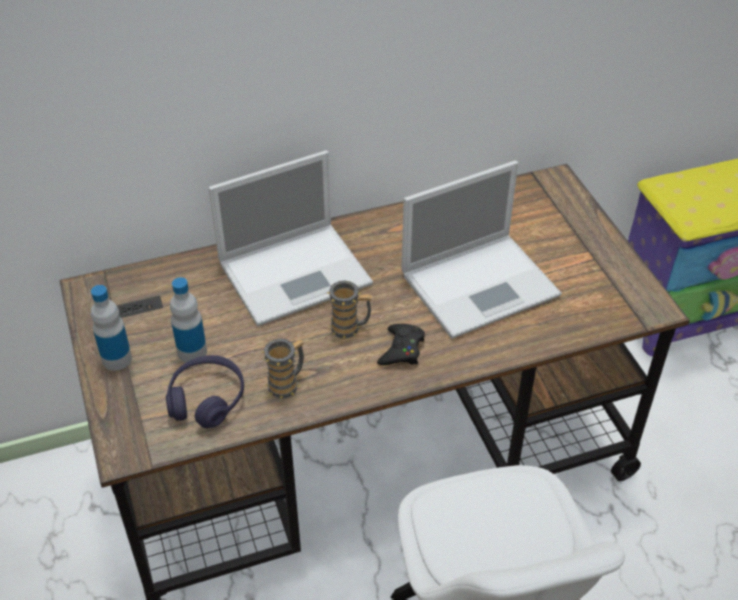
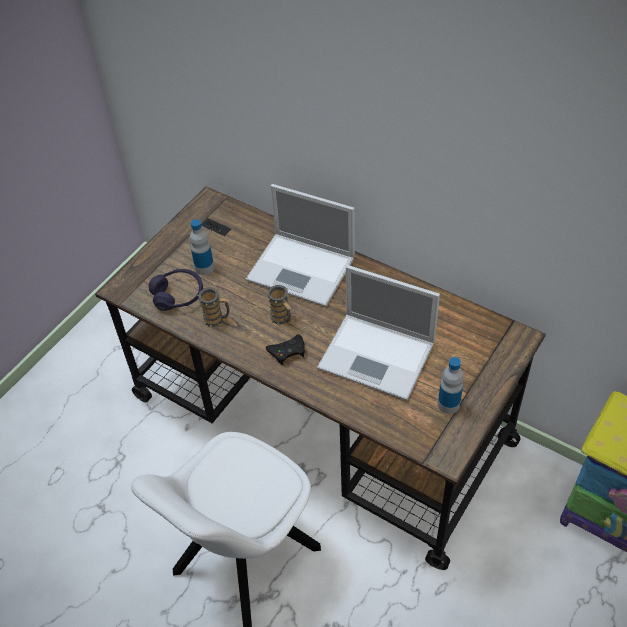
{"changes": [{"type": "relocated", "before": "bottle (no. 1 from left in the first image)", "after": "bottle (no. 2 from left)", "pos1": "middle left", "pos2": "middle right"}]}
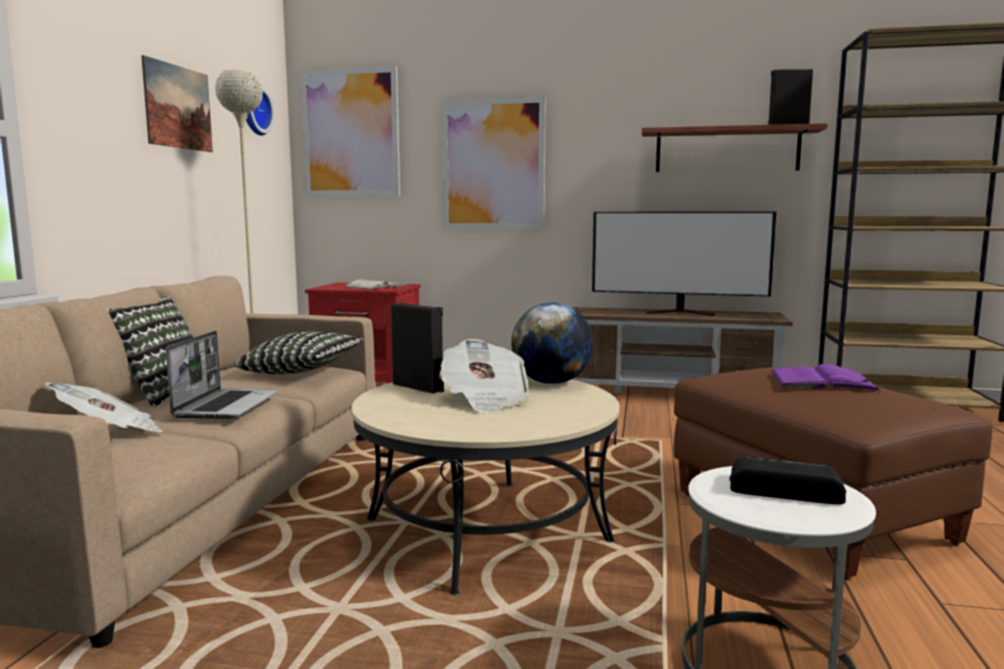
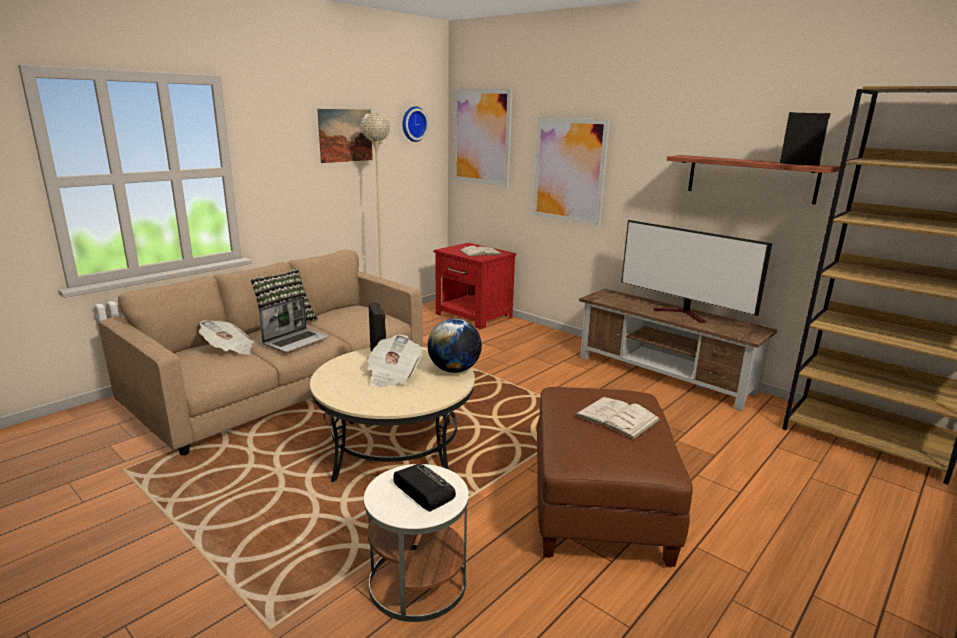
{"changes": [{"type": "missing", "before": "pillow (no. 2 from left)", "pos1": "middle left"}, {"type": "colour", "before": "book in purple", "after": "book in white (no. 2 from left)", "pos1": "middle right", "pos2": "centre"}]}
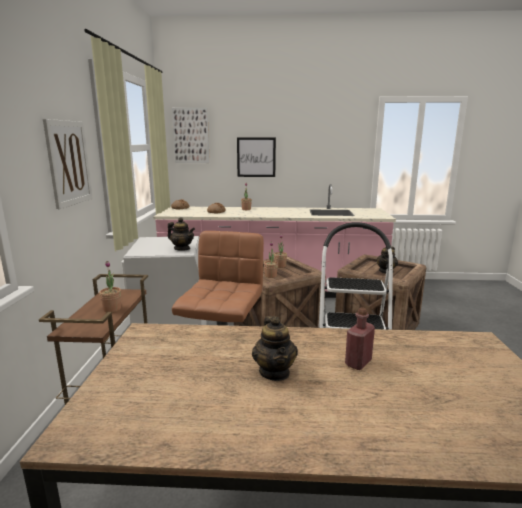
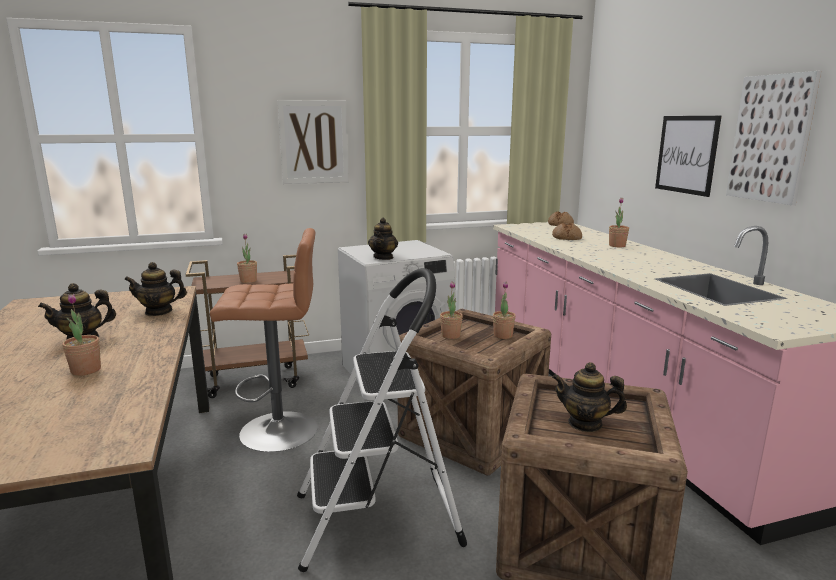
{"changes": [{"type": "relocated", "before": "picture (no. 2 from left in the first image)", "after": "picture (no. 3 from left)", "pos1": "top centre", "pos2": "top right"}, {"type": "exchanged", "before": "bottle in red", "after": "potted plant (no. 1 from left)", "pos1": "middle right", "pos2": "middle left"}, {"type": "appeared", "after": "teapot (no. 2 from left)", "pos2": "middle left"}]}
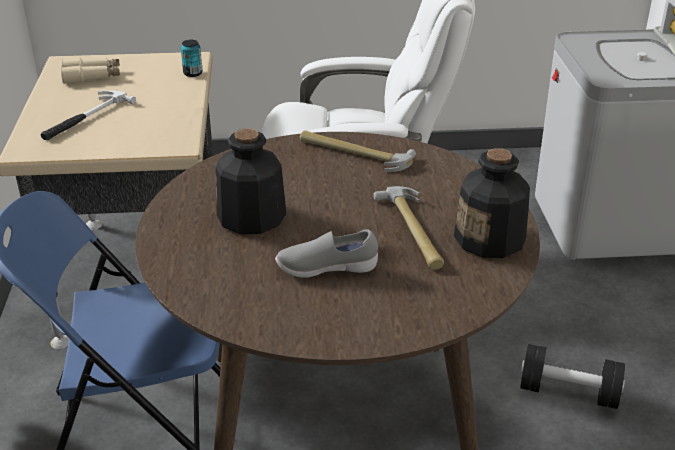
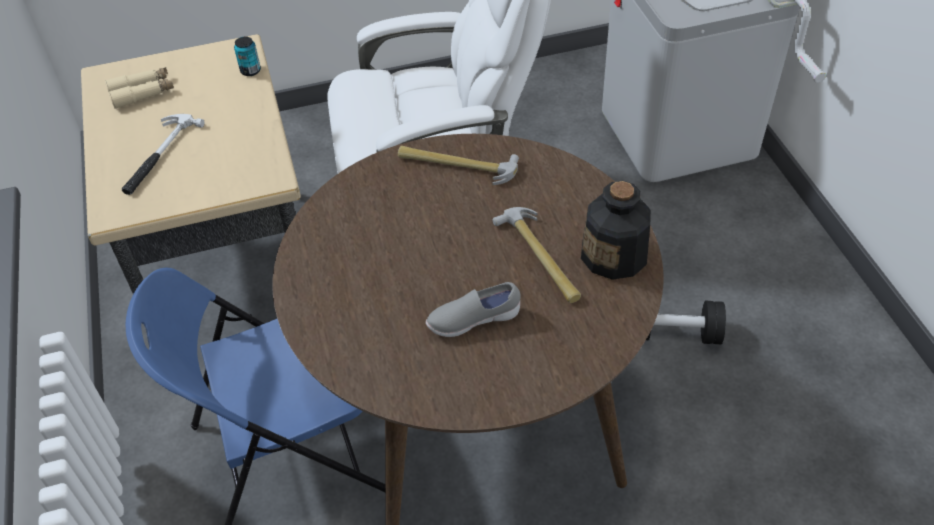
{"changes": [{"type": "missing", "before": "bottle (no. 1 from left)", "pos1": "centre"}]}
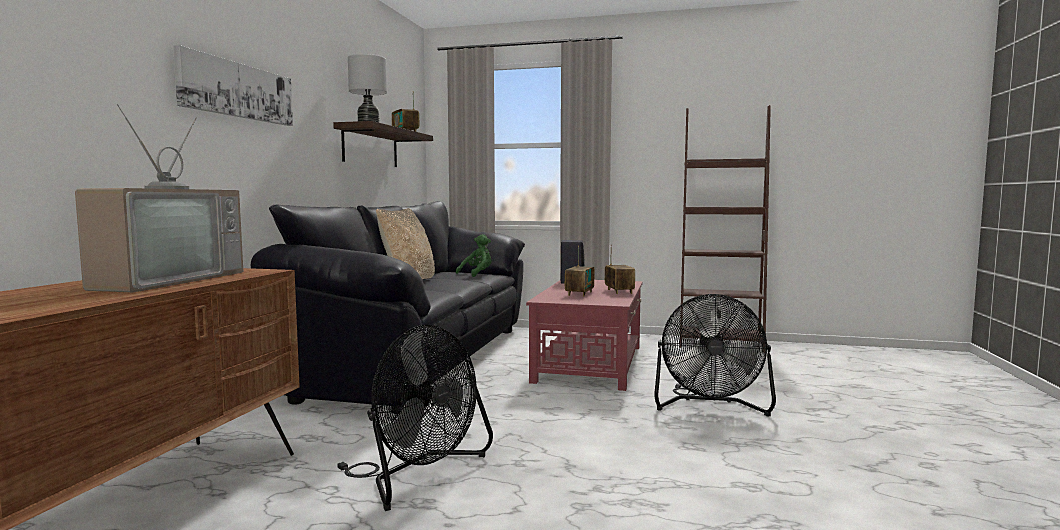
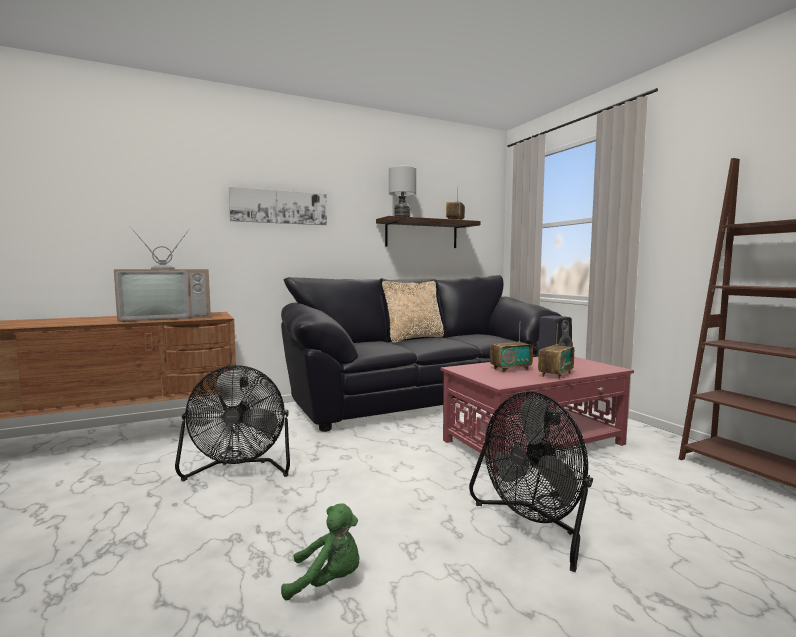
{"changes": [{"type": "relocated", "before": "plush toy in green", "pos1": "centre", "pos2": "bottom centre"}]}
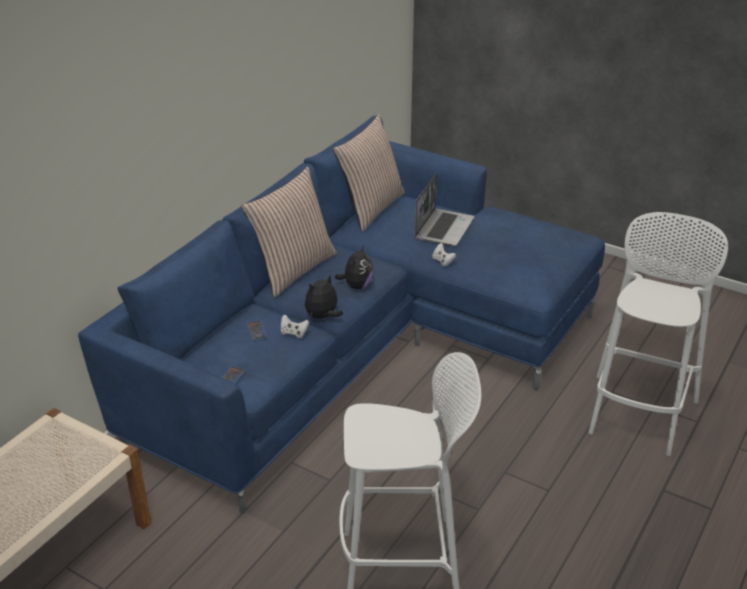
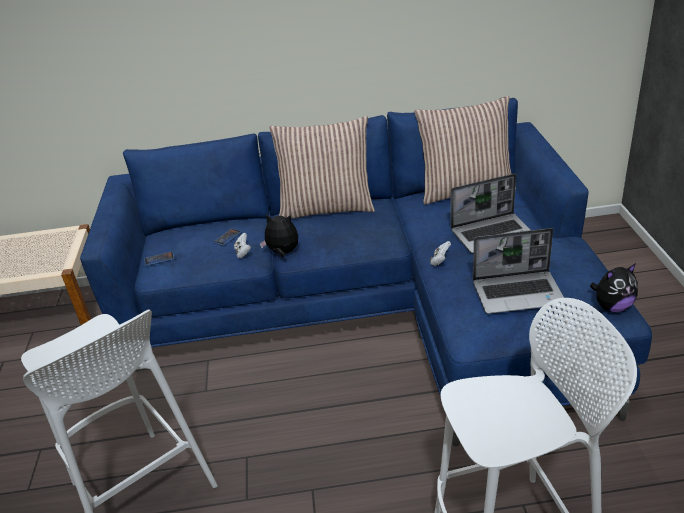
{"changes": [{"type": "relocated", "before": "plush toy (no. 2 from left)", "pos1": "centre", "pos2": "middle right"}, {"type": "appeared", "after": "laptop (no. 2 from left)", "pos2": "middle right"}]}
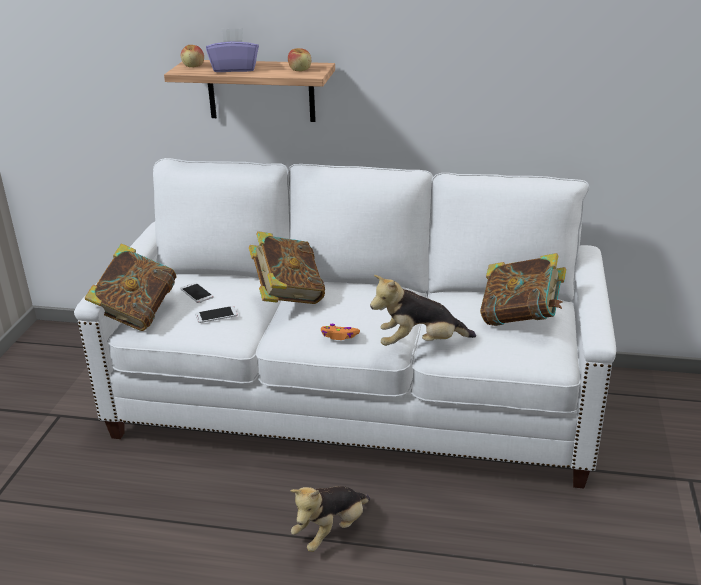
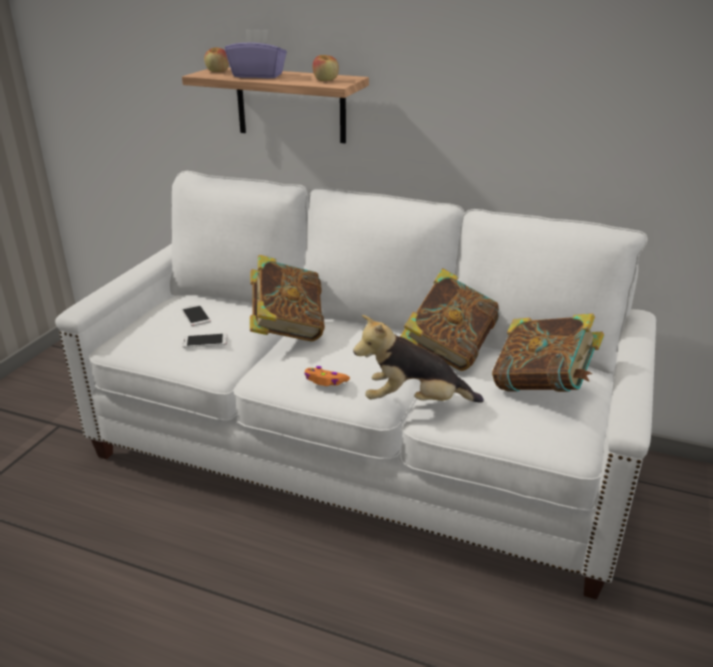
{"changes": [{"type": "relocated", "before": "book (no. 1 from left in the first image)", "after": "book (no. 2 from left)", "pos1": "middle left", "pos2": "centre"}, {"type": "missing", "before": "plush toy (no. 1 from left)", "pos1": "bottom centre"}]}
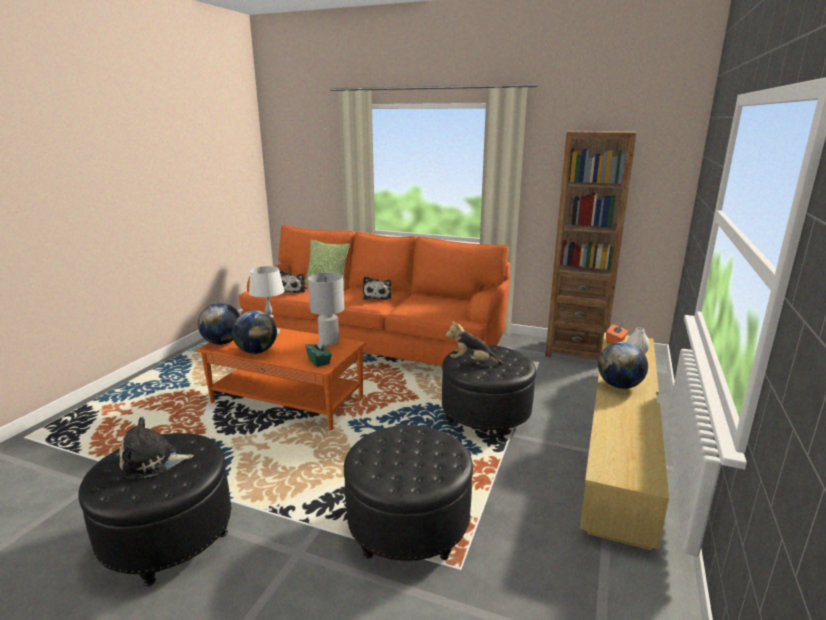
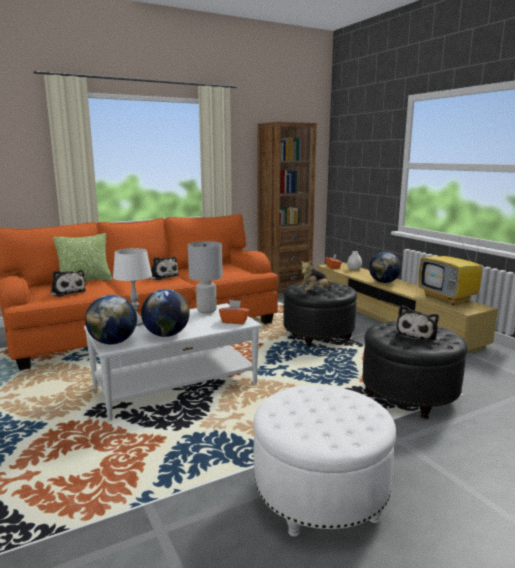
{"changes": [{"type": "colour", "before": "ottoman in black (no. 1 from left)", "after": "ottoman in white", "pos1": "bottom left", "pos2": "bottom centre"}, {"type": "relocated", "before": "plush toy (no. 1 from left in the first image)", "after": "plush toy (no. 4 from left)", "pos1": "bottom left", "pos2": "middle right"}, {"type": "colour", "before": "coffee table in orange", "after": "coffee table in white", "pos1": "centre", "pos2": "centre"}, {"type": "colour", "before": "tissue box in green", "after": "tissue box in orange (no. 1 from left)", "pos1": "centre", "pos2": "centre"}, {"type": "appeared", "after": "television", "pos2": "middle right"}]}
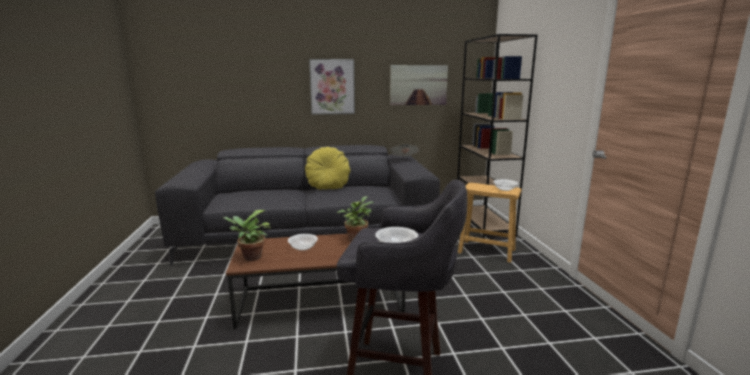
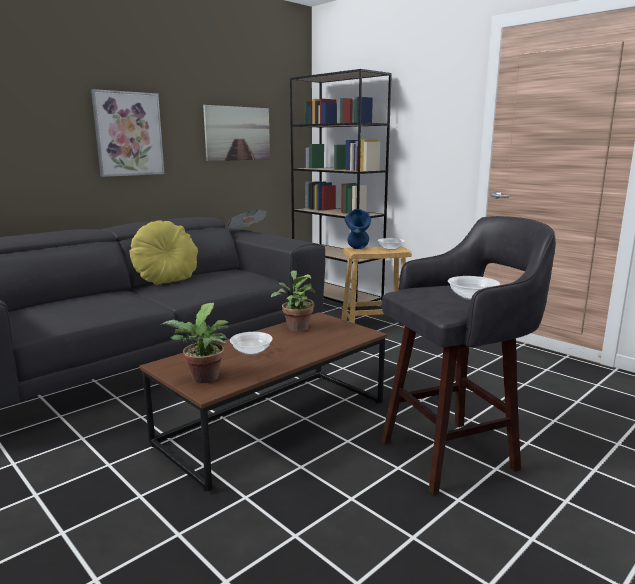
{"changes": [{"type": "appeared", "after": "vase in blue", "pos2": "centre"}]}
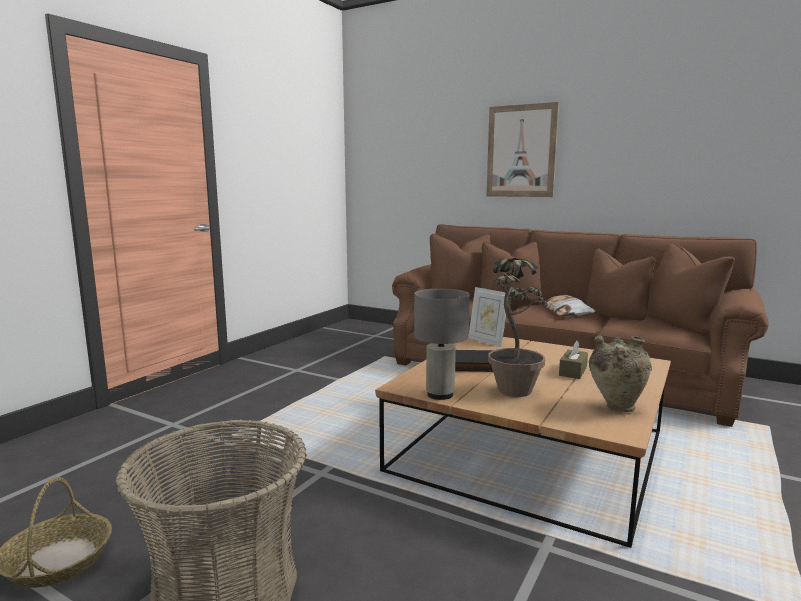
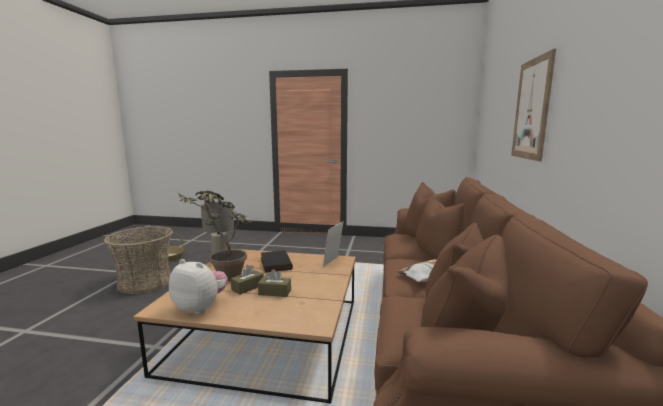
{"changes": [{"type": "exchanged", "before": "vase in beige", "after": "plush toy", "pos1": "middle right", "pos2": "bottom left"}, {"type": "appeared", "after": "tissue box in brown (no. 1 from left)", "pos2": "bottom centre"}]}
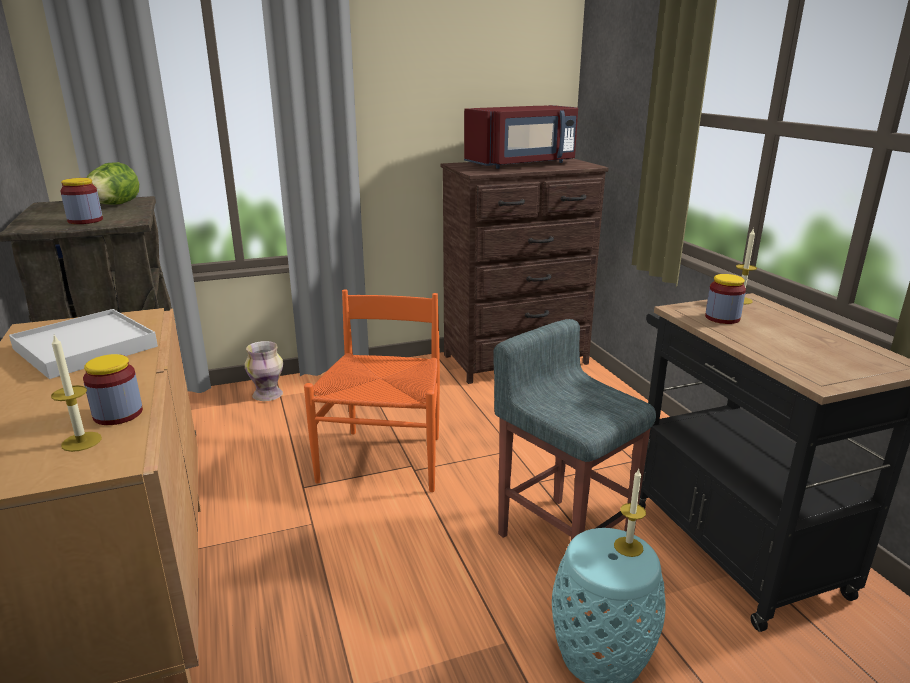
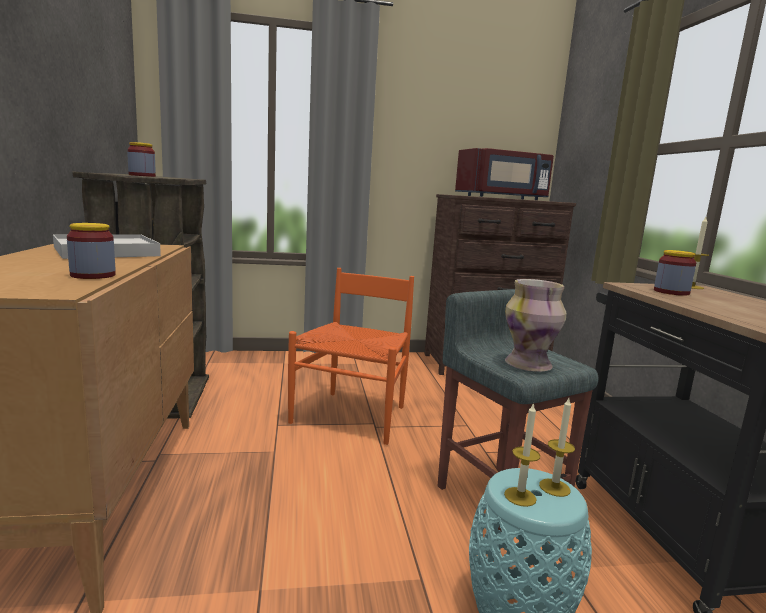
{"changes": [{"type": "relocated", "before": "candle (no. 1 from left)", "pos1": "middle left", "pos2": "bottom right"}, {"type": "missing", "before": "lettuce", "pos1": "top left"}, {"type": "relocated", "before": "vase", "pos1": "middle left", "pos2": "middle right"}]}
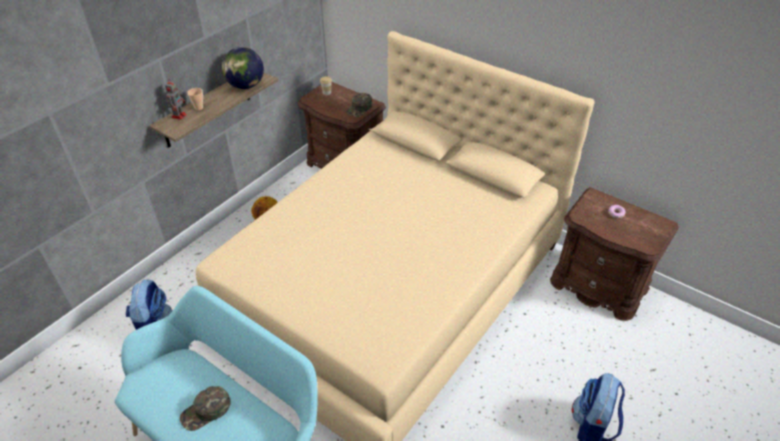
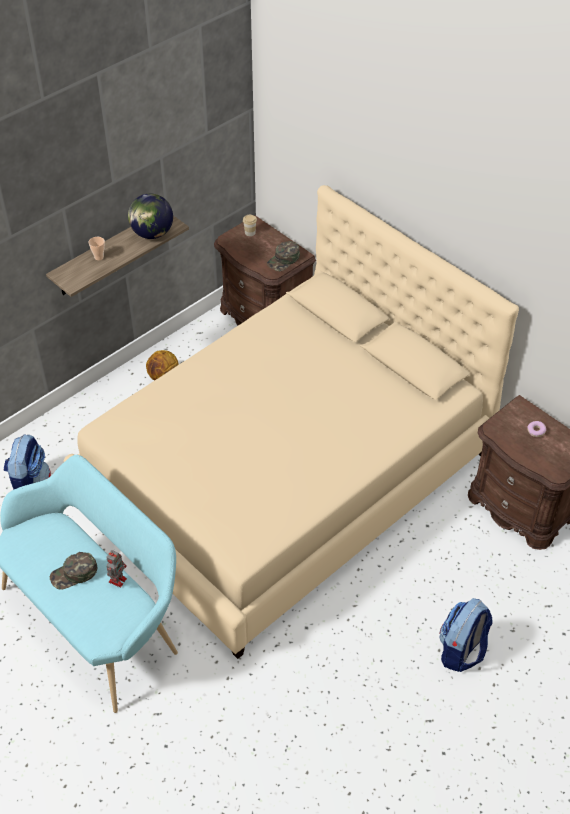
{"changes": [{"type": "relocated", "before": "toy robot", "pos1": "top left", "pos2": "bottom left"}]}
